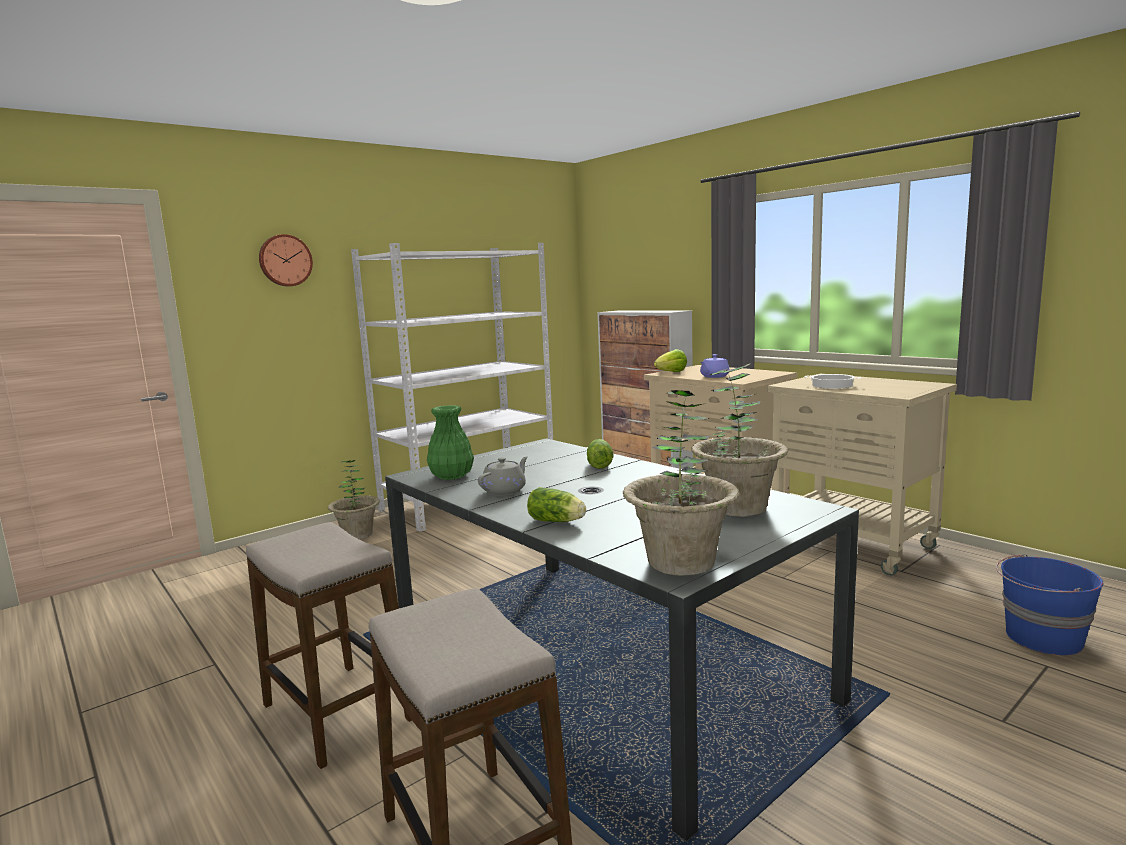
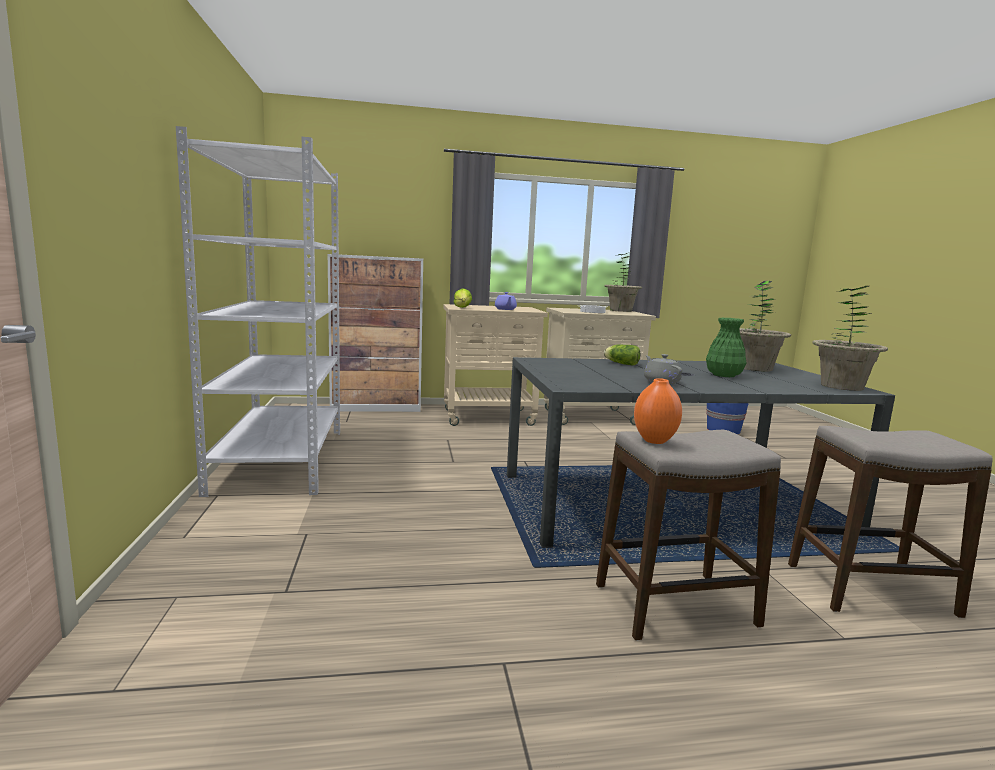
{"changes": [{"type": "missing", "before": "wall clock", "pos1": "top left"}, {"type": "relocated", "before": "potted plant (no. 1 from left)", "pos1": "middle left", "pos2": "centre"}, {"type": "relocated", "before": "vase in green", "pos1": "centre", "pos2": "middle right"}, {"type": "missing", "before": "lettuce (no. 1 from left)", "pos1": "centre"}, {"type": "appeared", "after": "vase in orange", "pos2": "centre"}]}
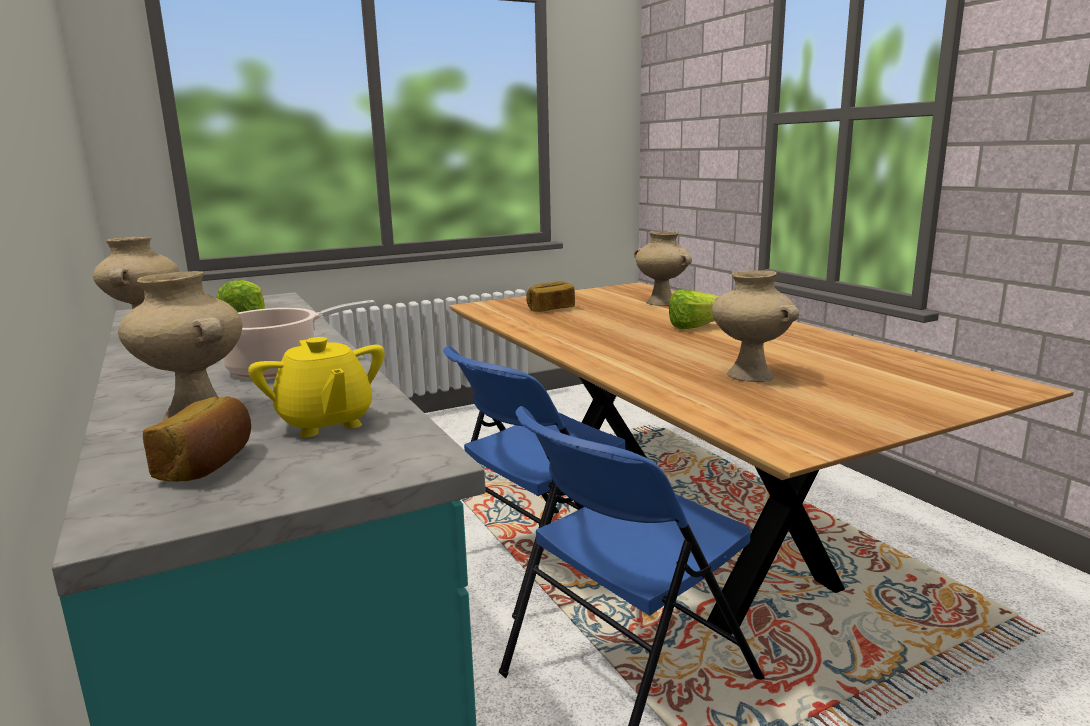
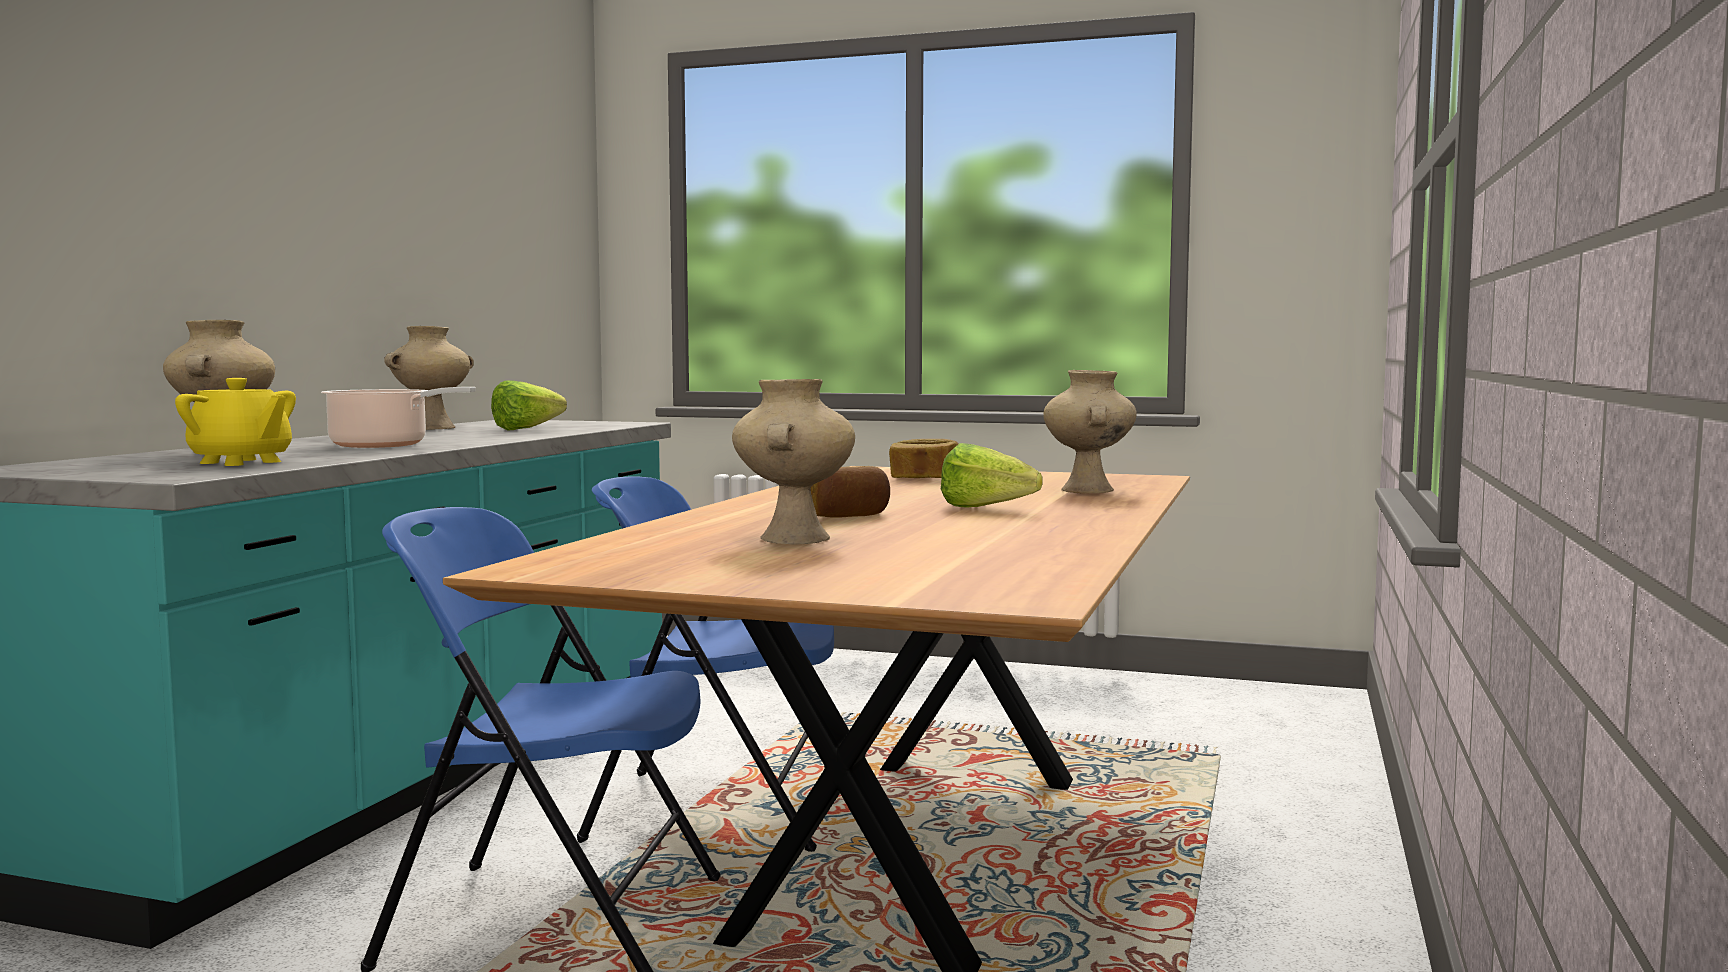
{"changes": [{"type": "relocated", "before": "bread (no. 1 from left)", "pos1": "middle left", "pos2": "centre"}, {"type": "spun", "before": "teapot in yellow", "pos1": "middle left", "pos2": "middle left", "turn": -75}]}
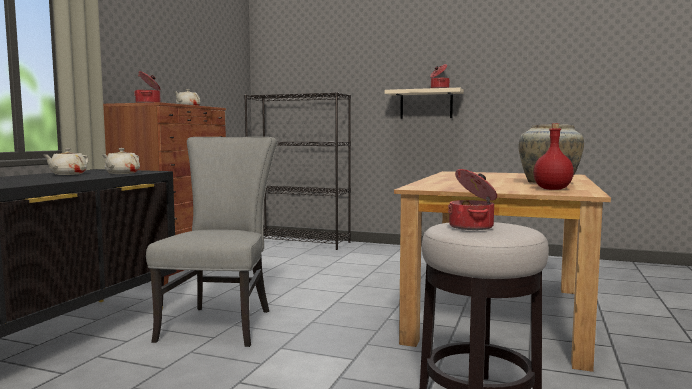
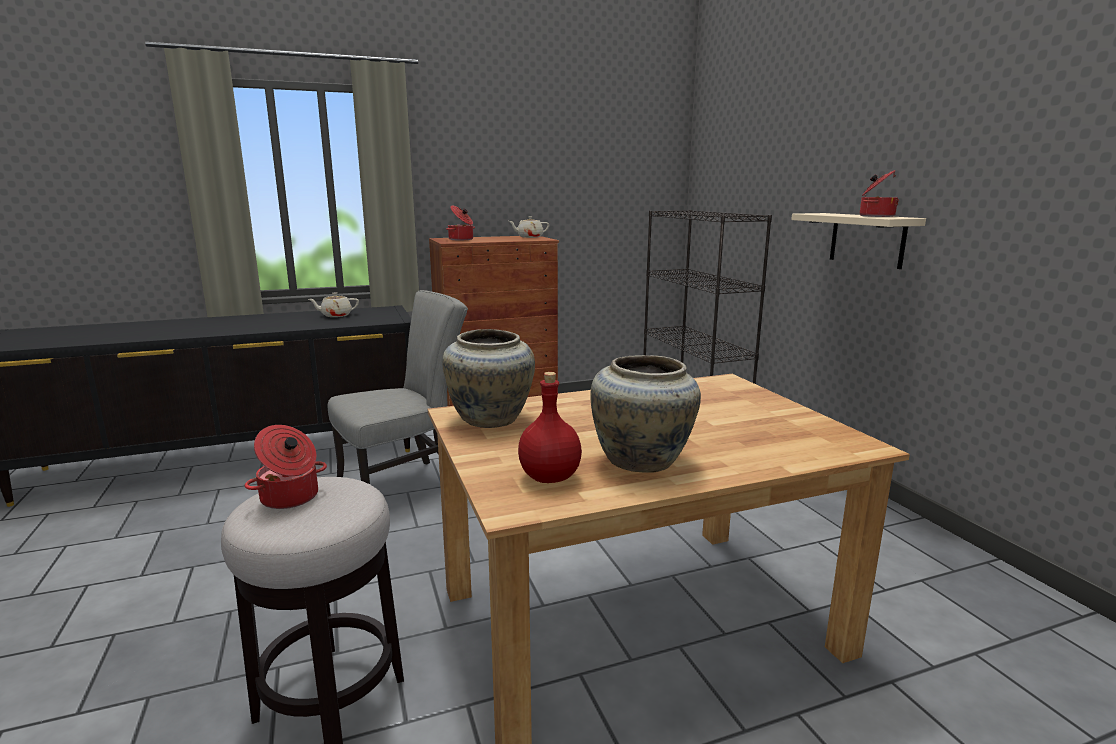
{"changes": [{"type": "missing", "before": "teapot in beige (no. 2 from left)", "pos1": "middle left"}, {"type": "appeared", "after": "vase in beige (no. 1 from left)", "pos2": "centre"}]}
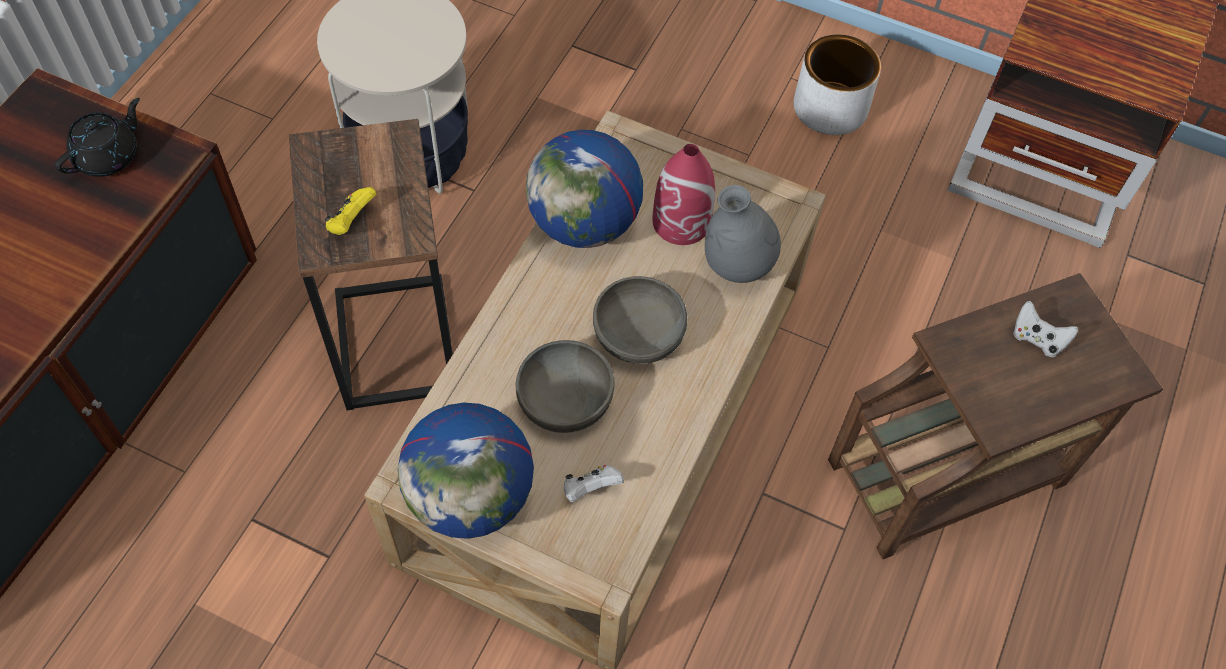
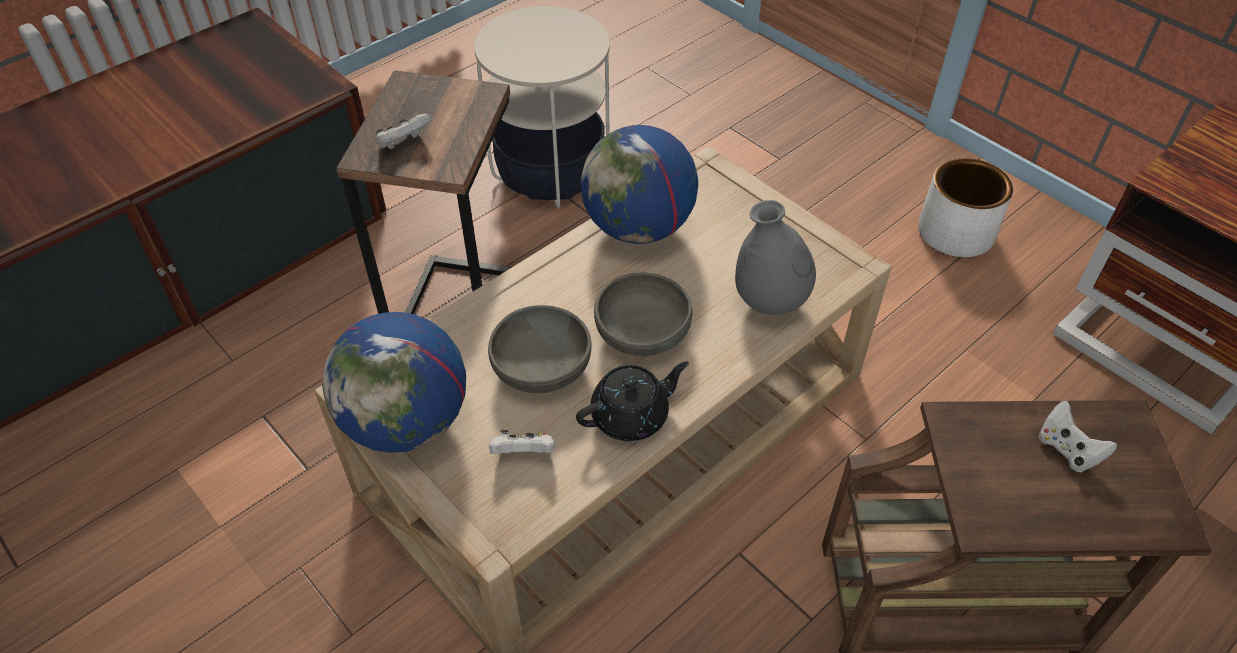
{"changes": [{"type": "relocated", "before": "teapot in black", "pos1": "top left", "pos2": "centre"}, {"type": "colour", "before": "game controller in yellow", "after": "game controller in white (no. 1 from left)", "pos1": "top left", "pos2": "top left"}, {"type": "missing", "before": "vase in red", "pos1": "top centre"}]}
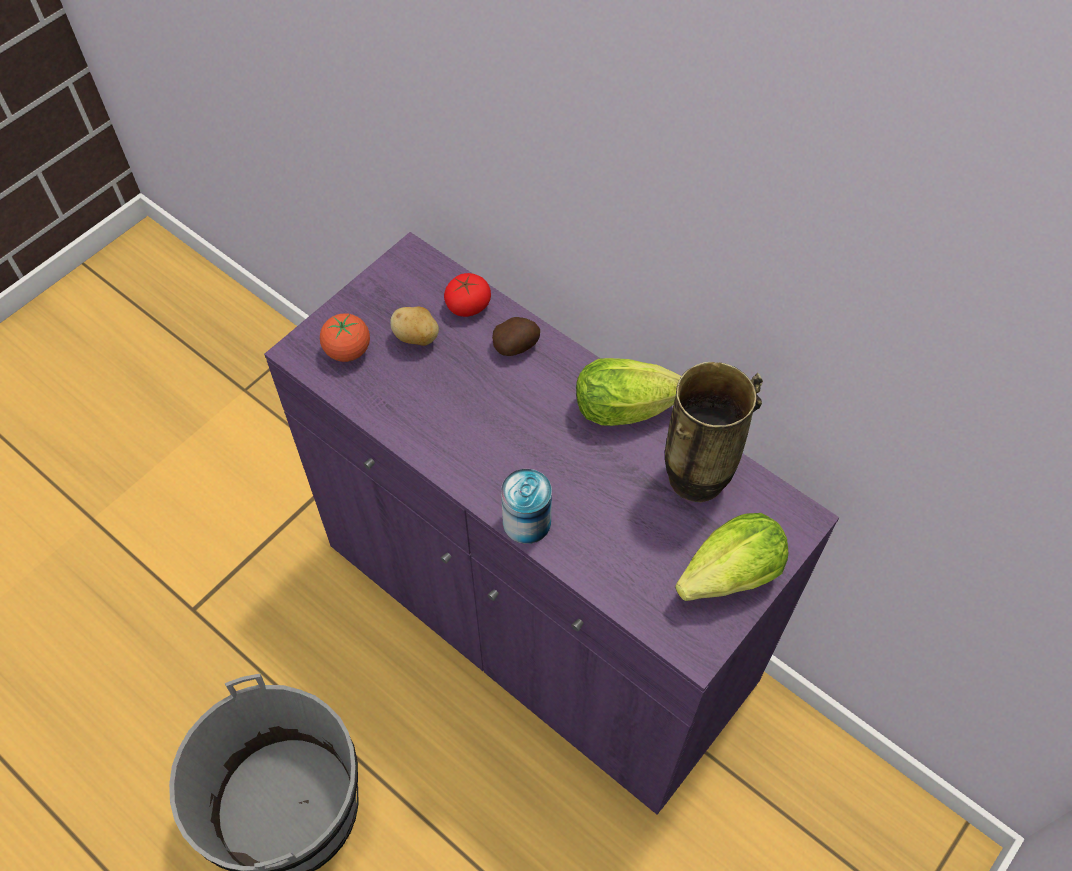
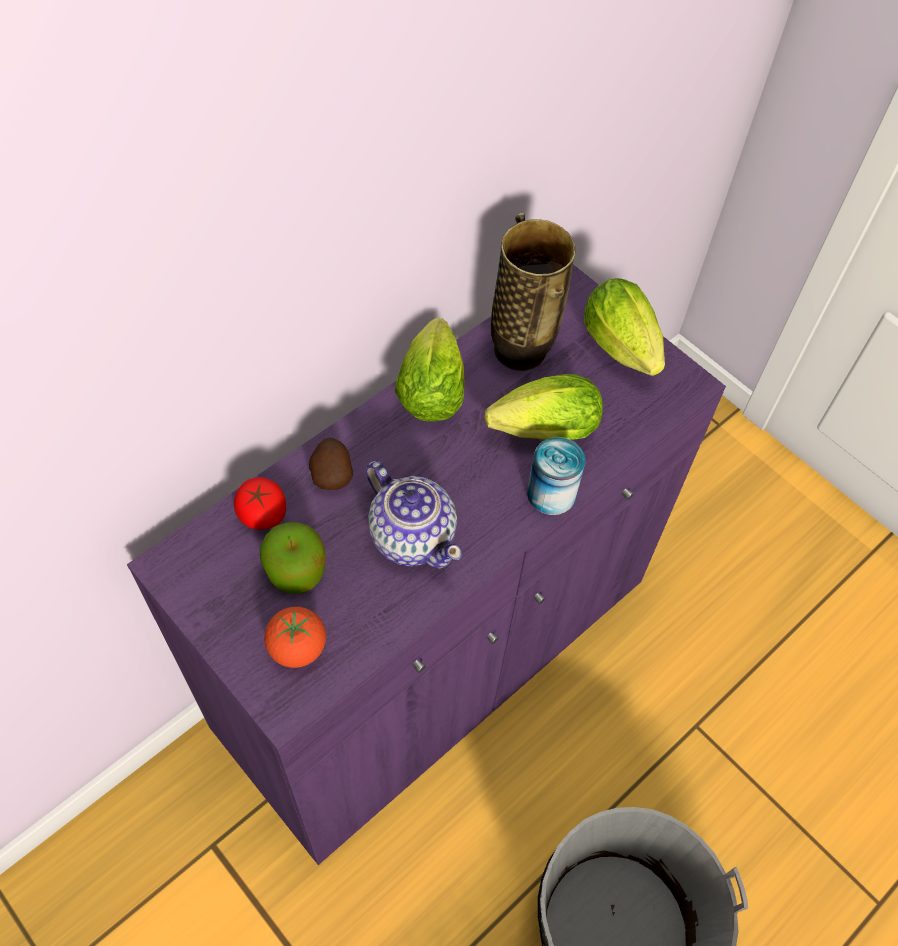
{"changes": [{"type": "exchanged", "before": "potato (no. 1 from left)", "after": "apple", "pos1": "centre", "pos2": "middle left"}, {"type": "appeared", "after": "teapot", "pos2": "centre"}, {"type": "appeared", "after": "lettuce (no. 2 from left)", "pos2": "centre"}]}
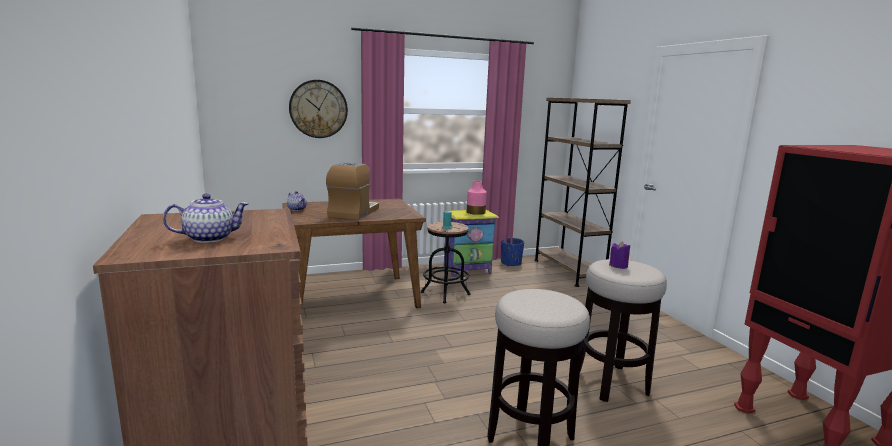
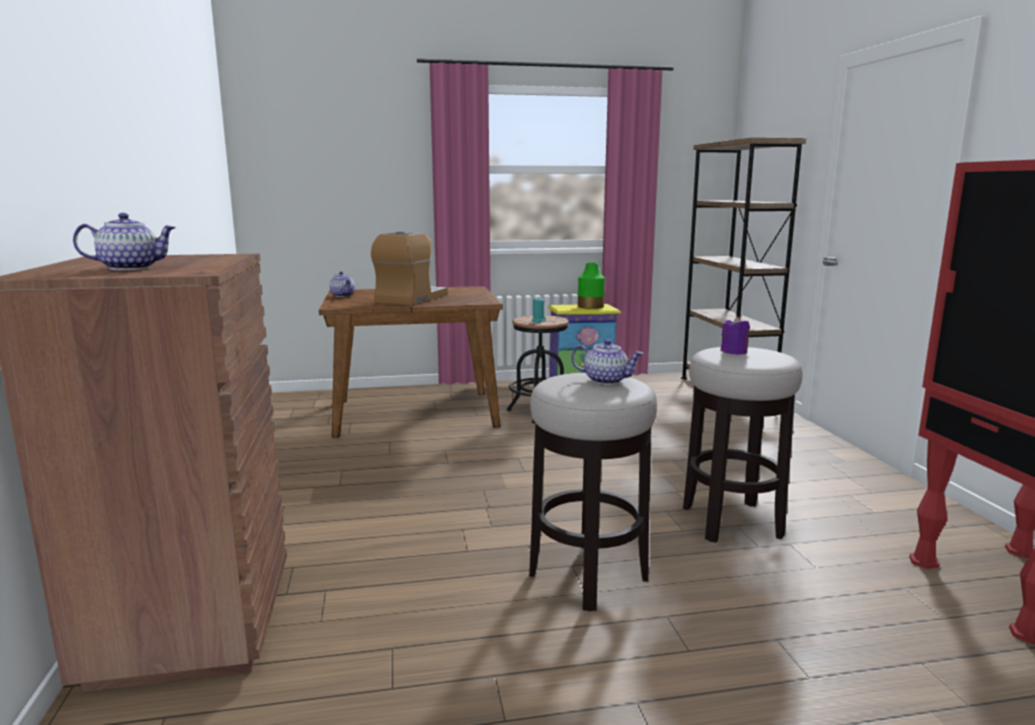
{"changes": [{"type": "missing", "before": "wall clock", "pos1": "top centre"}, {"type": "colour", "before": "vase in pink", "after": "vase in green", "pos1": "centre", "pos2": "centre"}, {"type": "missing", "before": "planter in blue", "pos1": "centre"}, {"type": "appeared", "after": "teapot (no. 3 from left)", "pos2": "centre"}]}
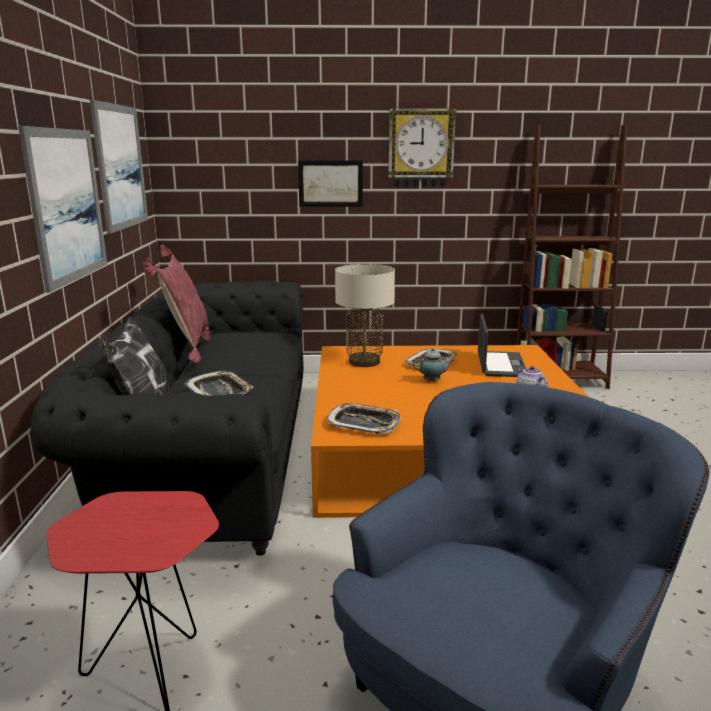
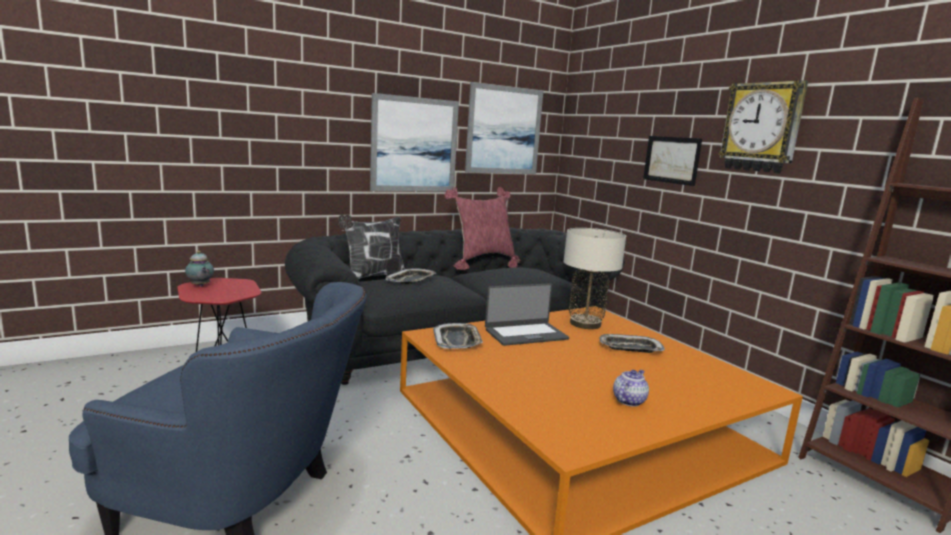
{"changes": [{"type": "relocated", "before": "teapot (no. 1 from left)", "pos1": "centre", "pos2": "middle left"}, {"type": "relocated", "before": "laptop", "pos1": "middle right", "pos2": "centre"}]}
